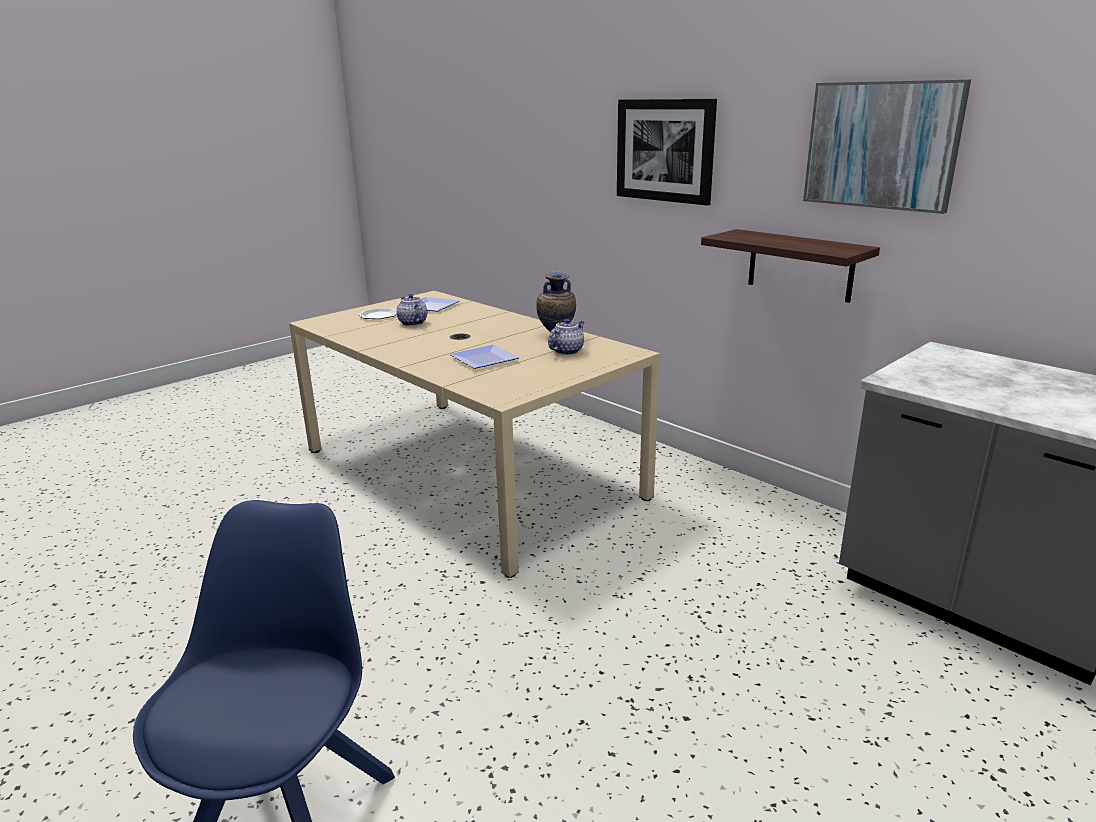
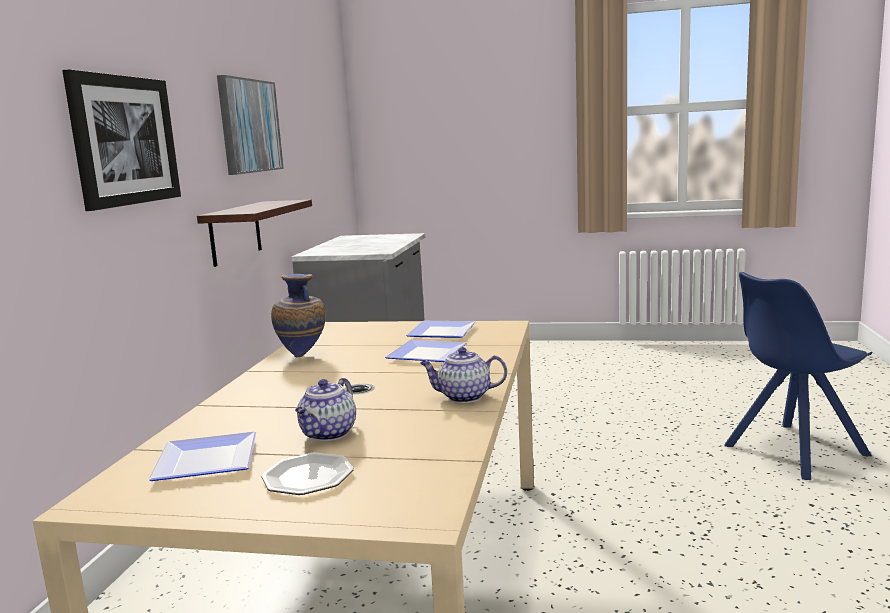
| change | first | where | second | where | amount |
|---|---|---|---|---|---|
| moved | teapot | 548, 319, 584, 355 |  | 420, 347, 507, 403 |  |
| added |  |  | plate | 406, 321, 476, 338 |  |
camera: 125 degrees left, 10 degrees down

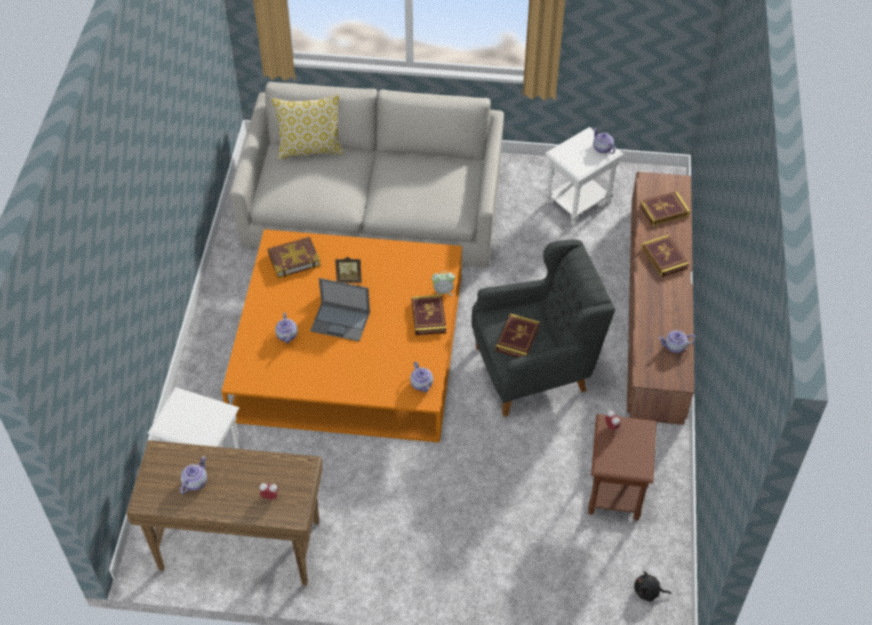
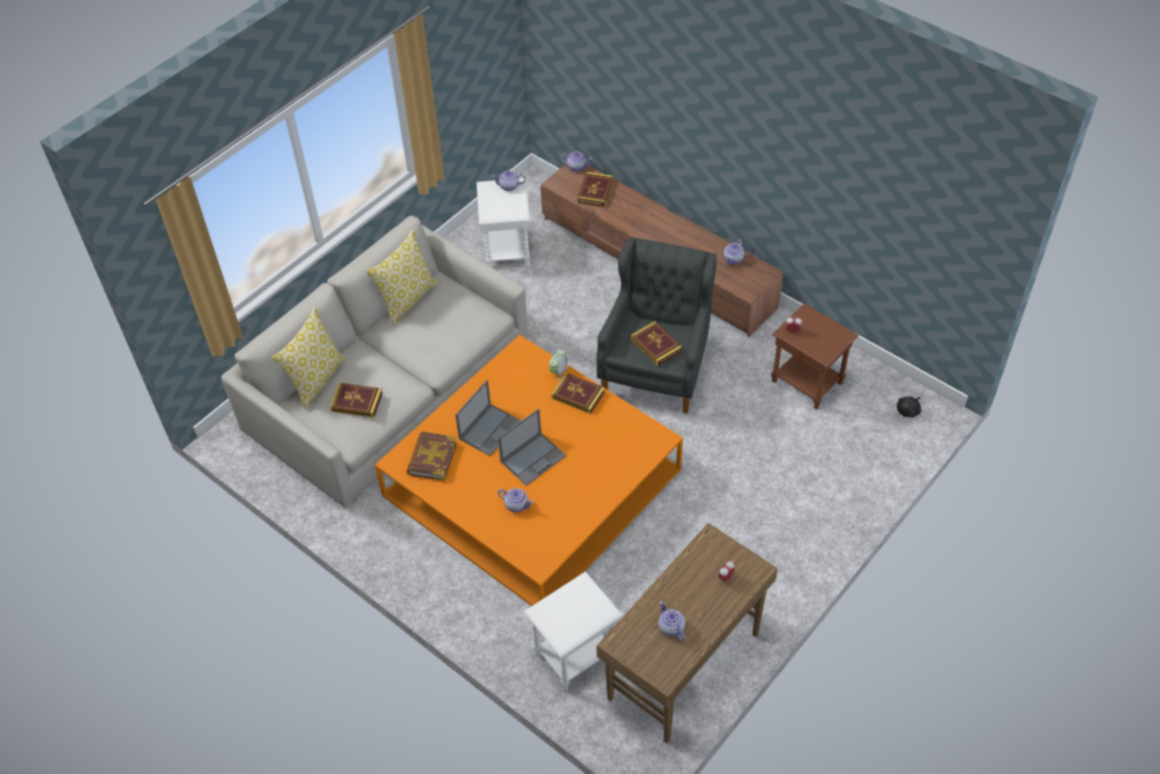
| change | first | where | second | where | amount |
|---|---|---|---|---|---|
| moved | volume | 641, 235, 689, 277 |  | 330, 383, 383, 418 |  |
| replaced | standing frame | 335, 257, 362, 283 | notebook computer | 455, 380, 521, 456 |  |
| moved | teapot | 410, 362, 433, 392 |  | 561, 152, 592, 172 |  |
| added |  |  | throw pillow | 366, 228, 438, 326 |  |
camera: 55 degrees left, 0 degrees up

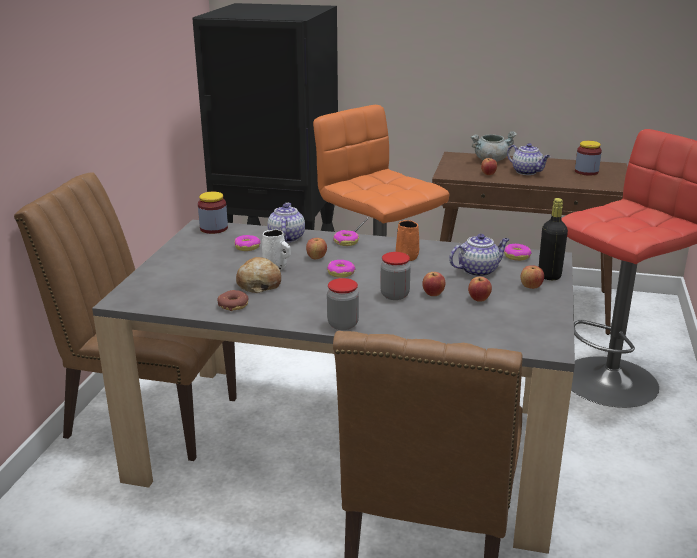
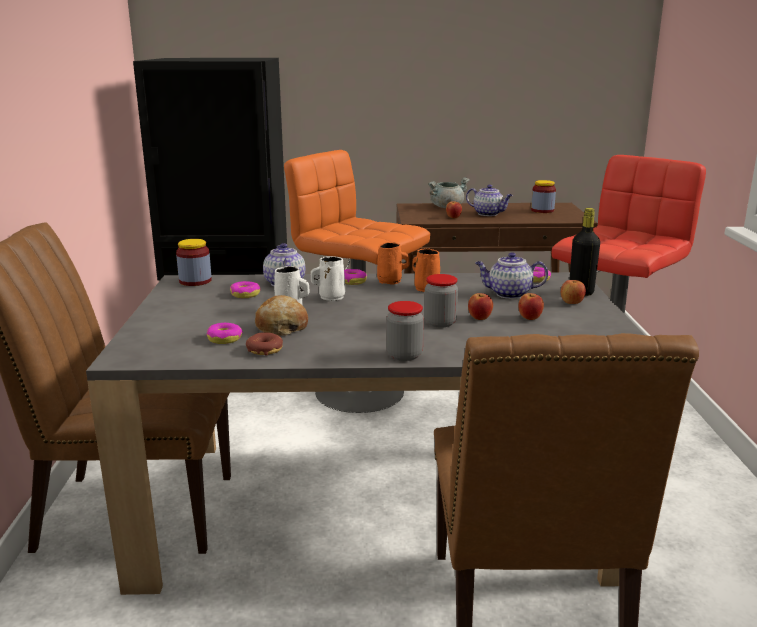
| change | first | where | second | where | amount |
|---|---|---|---|---|---|
| turned | teapot | 449, 234, 510, 277 |  | 475, 252, 548, 299 | 135 degrees counterclockwise |
| replaced | apple fruit | 306, 238, 327, 259 | white-coloured mug | 311, 256, 345, 301 |  |
| moved | ring doughnut | 327, 260, 356, 278 |  | 207, 323, 243, 344 |  |
| added |  |  | orange-coloured mug | 377, 242, 409, 284 |  |
camera: 15 degrees left, 5 degrees down

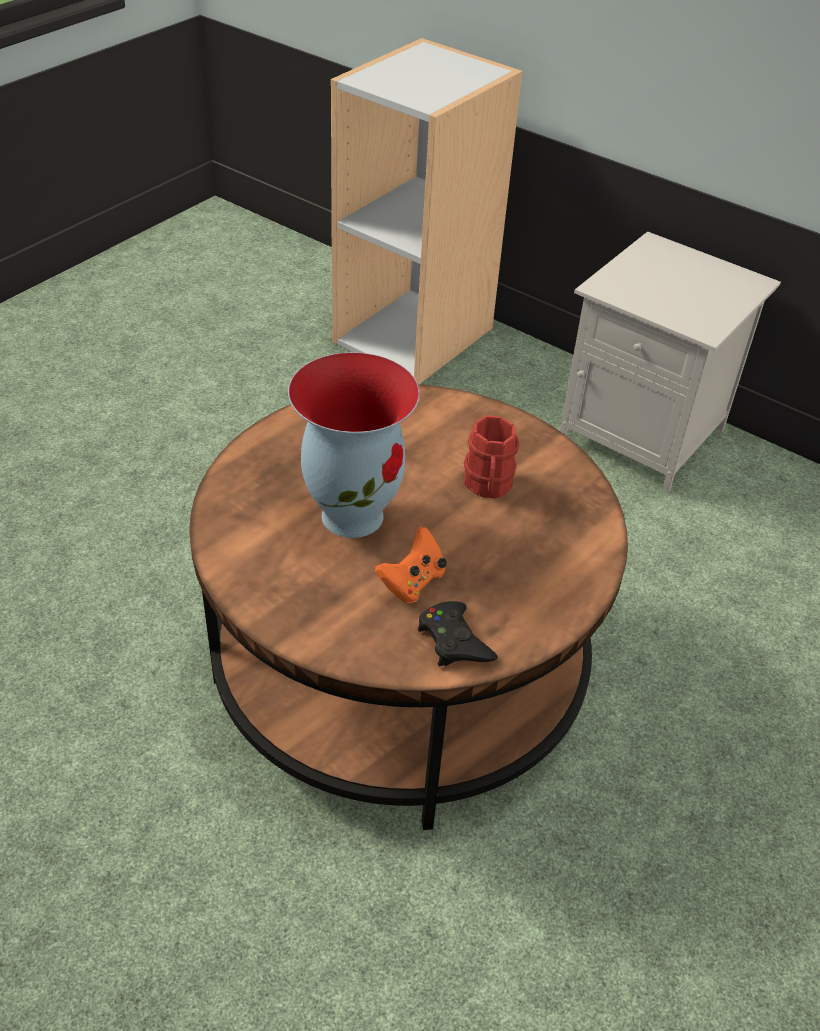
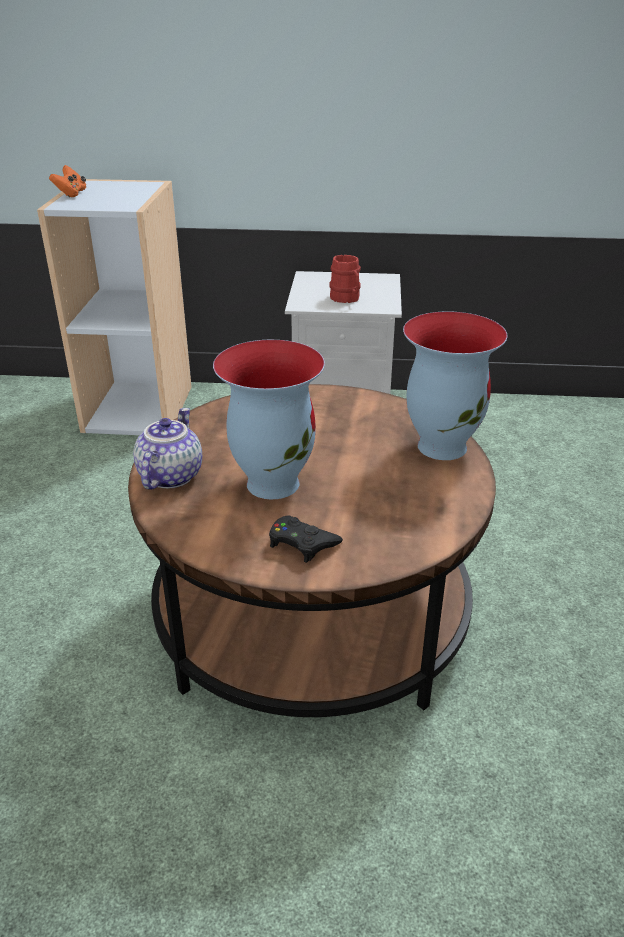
| change | first | where | second | where | amount |
|---|---|---|---|---|---|
| moved | red-coloured mug | 464, 415, 519, 499 |  | 329, 255, 361, 303 |  |
| moved | orange-coloured joypad | 375, 526, 447, 603 |  | 49, 165, 86, 197 |  |
| moved | black-coloured joypad | 418, 601, 498, 666 |  | 269, 515, 343, 563 |  |
| added |  |  | decorative vase | 403, 311, 508, 460 |  |
| added |  |  | teapot | 133, 408, 202, 490 |  |
camera: 30 degrees left, 10 degrees down

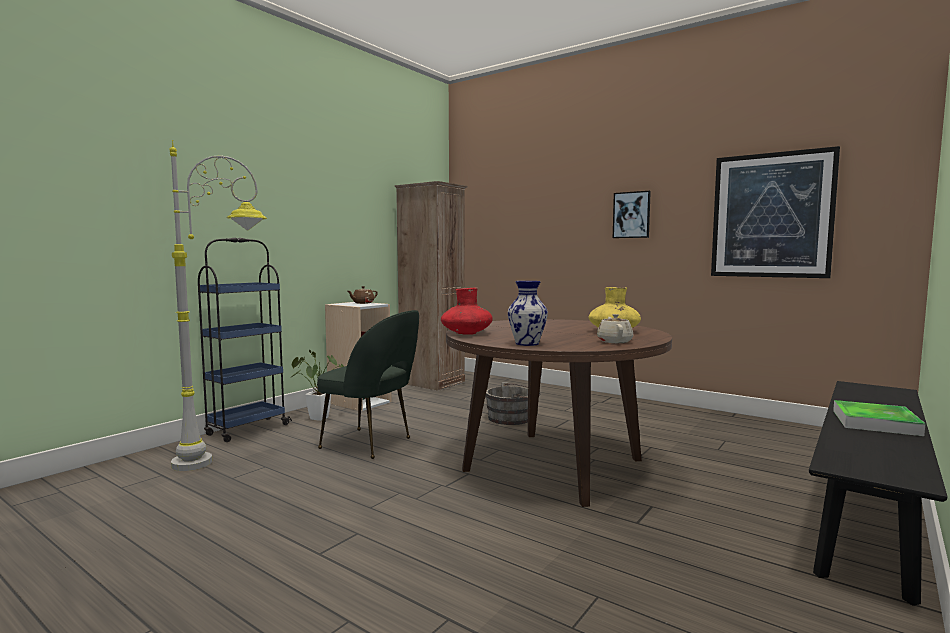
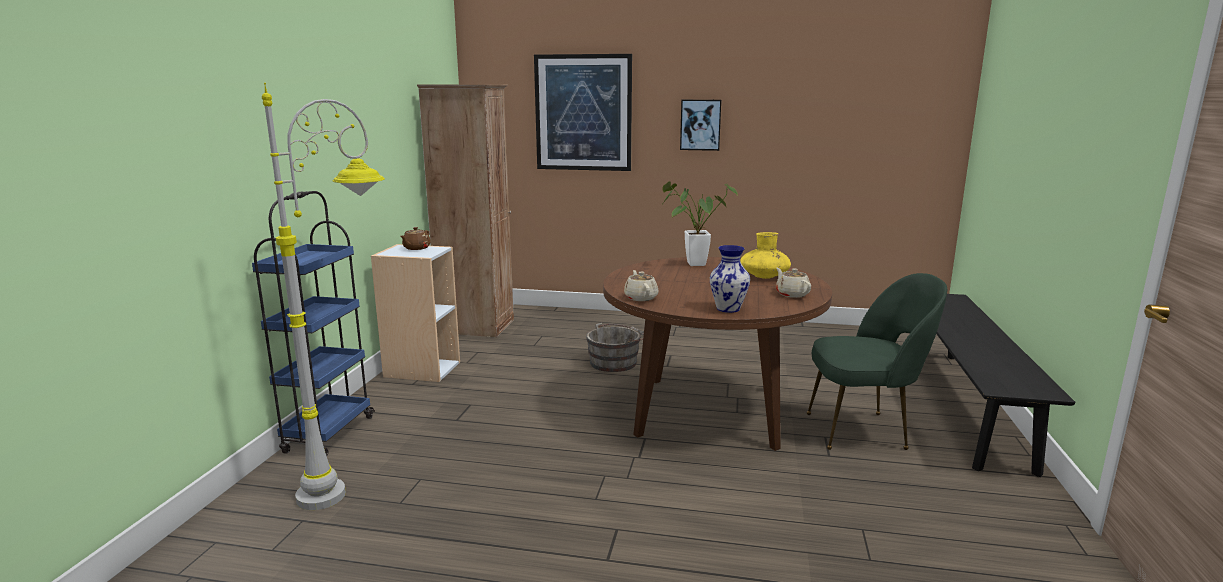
| change | first | where | second | where | amount |
|---|---|---|---|---|---|
| moved | wall picture | 711, 146, 840, 278 |  | 534, 54, 632, 171 |  |
| replaced | red-coloured decorative vase | 441, 287, 493, 335 | beige-coloured teapot | 624, 270, 659, 301 |  |
| moved | green-coloured plain chair | 317, 310, 419, 459 |  | 807, 273, 947, 450 |  |
| moved | plant in a pot | 289, 350, 344, 421 |  | 661, 181, 738, 266 |  |
| removed | serving tray | 833, 400, 926, 436 |  |  |  |
camera: 25 degrees left, 10 degrees up

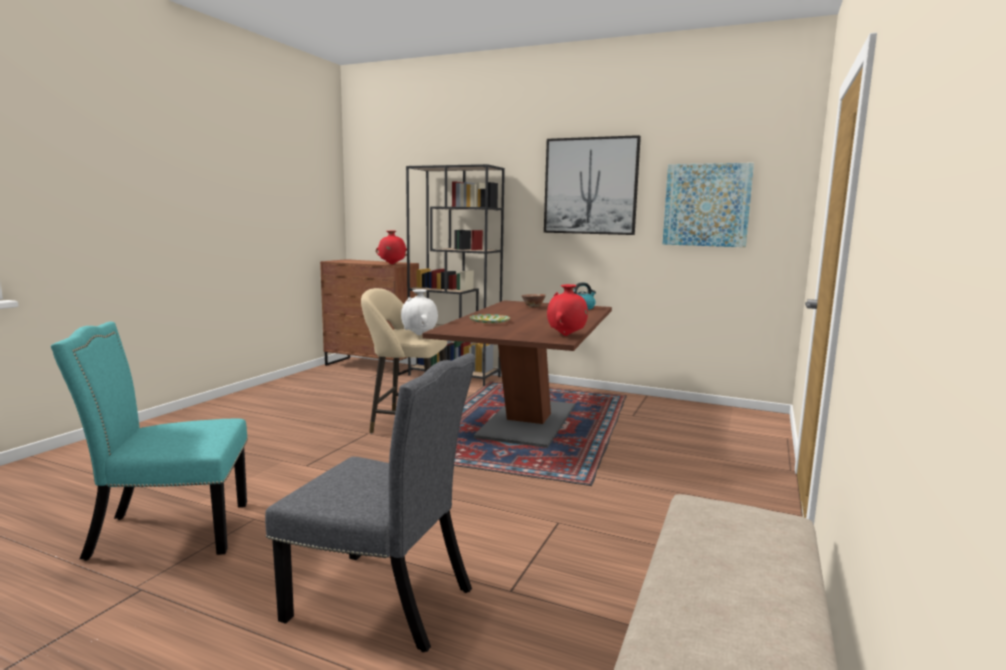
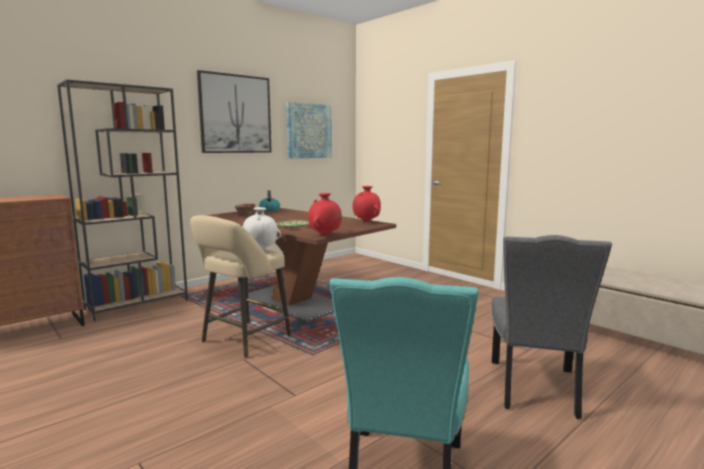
| change | first | where | second | where | amount |
|---|---|---|---|---|---|
| moved | red-coloured decorative vase | 376, 231, 407, 264 |  | 308, 193, 342, 235 |  |
| turned | greyish plain chair | 265, 353, 476, 652 |  | 491, 235, 612, 419 | 150 degrees clockwise |
camera: 65 degrees left, 0 degrees up

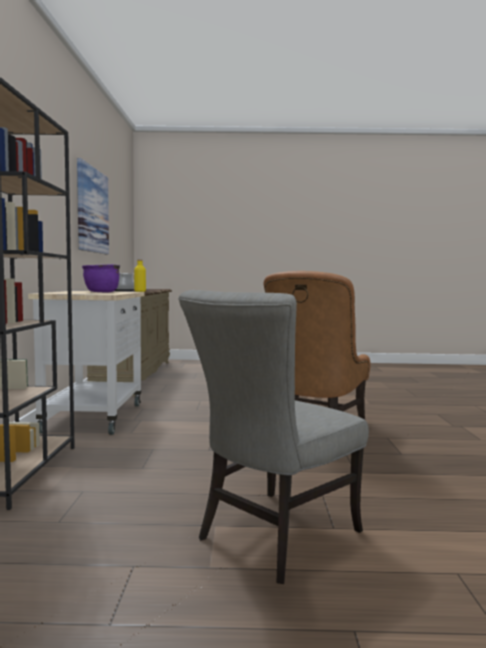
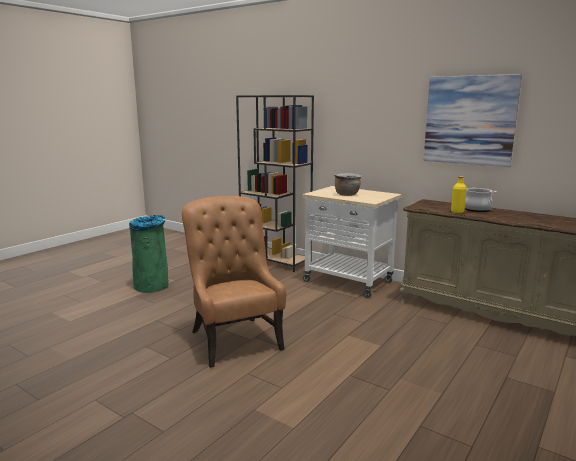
| change | first | where | second | where | amount |
|---|---|---|---|---|---|
| recoloured | purple-coloured stockpot | 82, 264, 120, 293 | brown stockpot | 334, 173, 362, 196 |  |
| replaced | greyish plain chair | 178, 290, 369, 584 | green-coloured trash can | 129, 215, 169, 293 |  |
camera: 125 degrees right, 10 degrees up

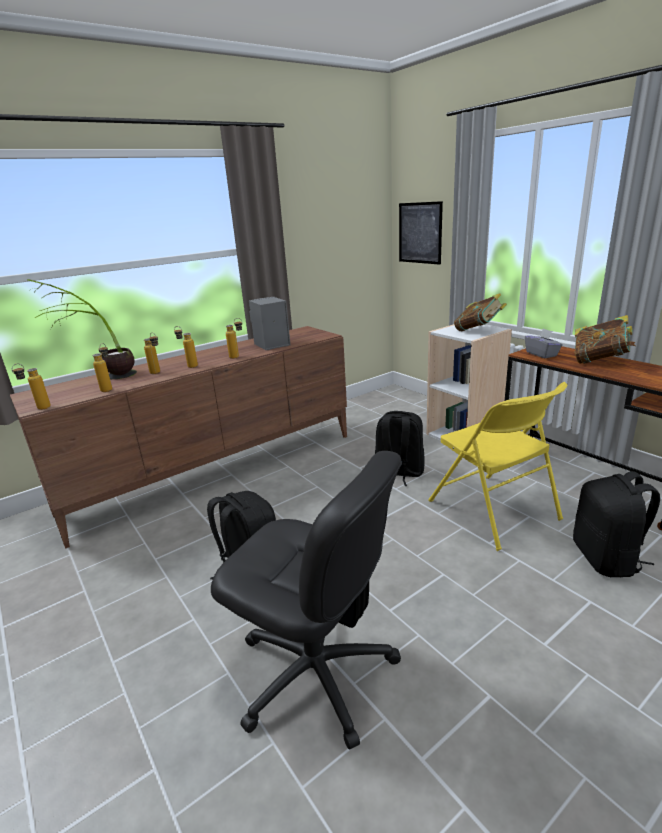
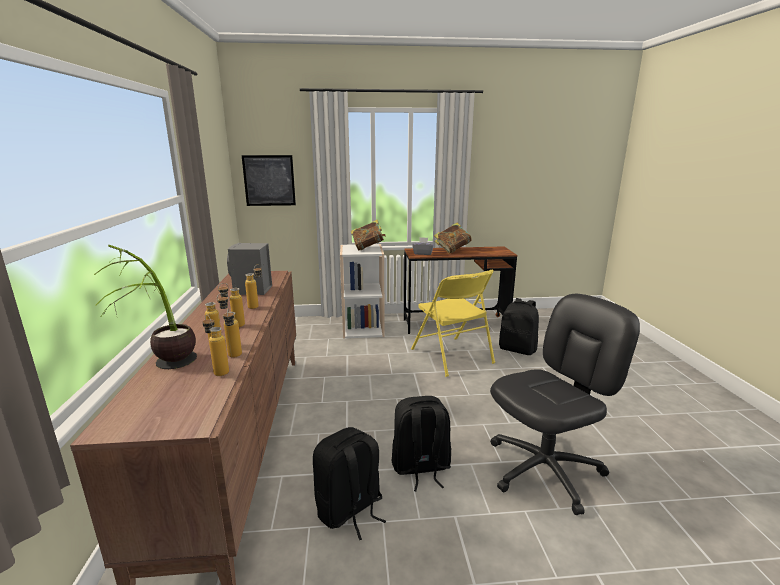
| change | first | where | second | where | amount |
|---|---|---|---|---|---|
| moved | bottle | 12, 364, 51, 410 |  | 223, 308, 242, 357 |  |
| turned | yellow plain chair | 428, 382, 567, 551 |  | 411, 270, 495, 377 | 60 degrees clockwise |
| moved | black-coloured knapsack | 375, 411, 425, 486 |  | 313, 427, 386, 540 |  |
camera: 60 degrees left, 5 degrees down

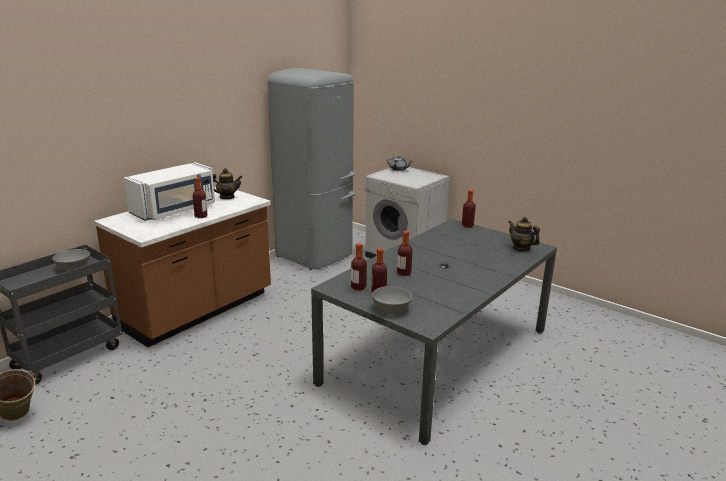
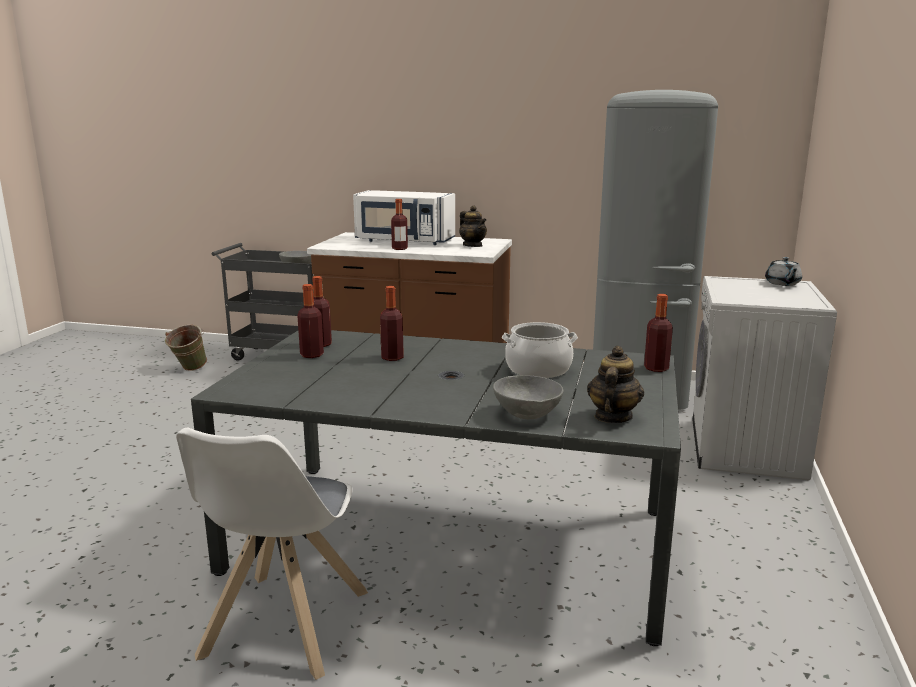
| change | first | where | second | where | amount |
|---|---|---|---|---|---|
| moved | greyish serving bowl | 372, 286, 412, 313 |  | 493, 375, 563, 419 |  |
| added |  |  | stockpot | 502, 322, 578, 378 |  |
| added |  |  | plain chair | 176, 428, 368, 680 |  |
camera: 65 degrees right, 5 degrees down

